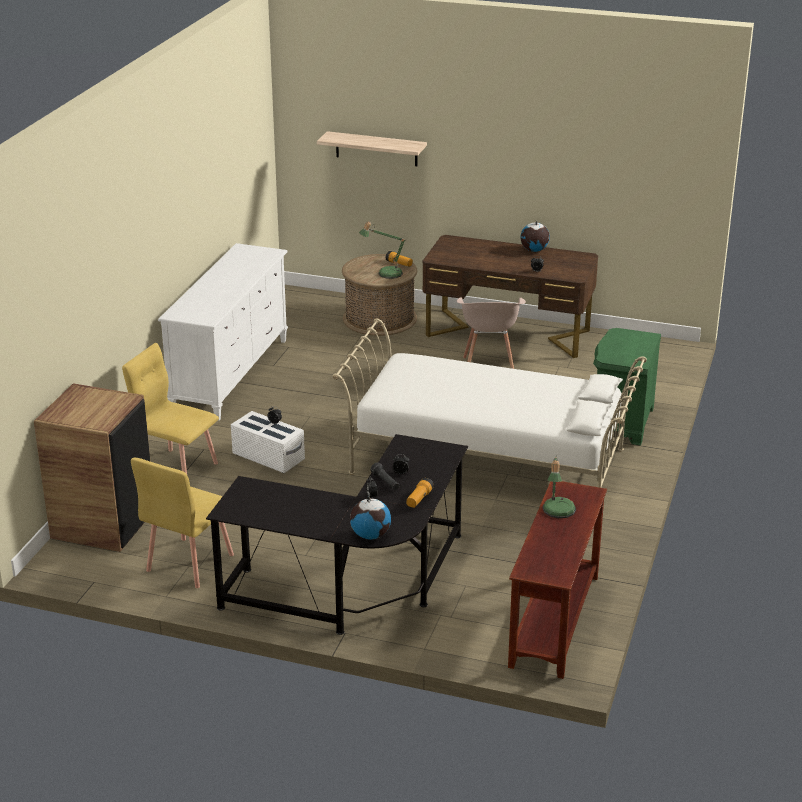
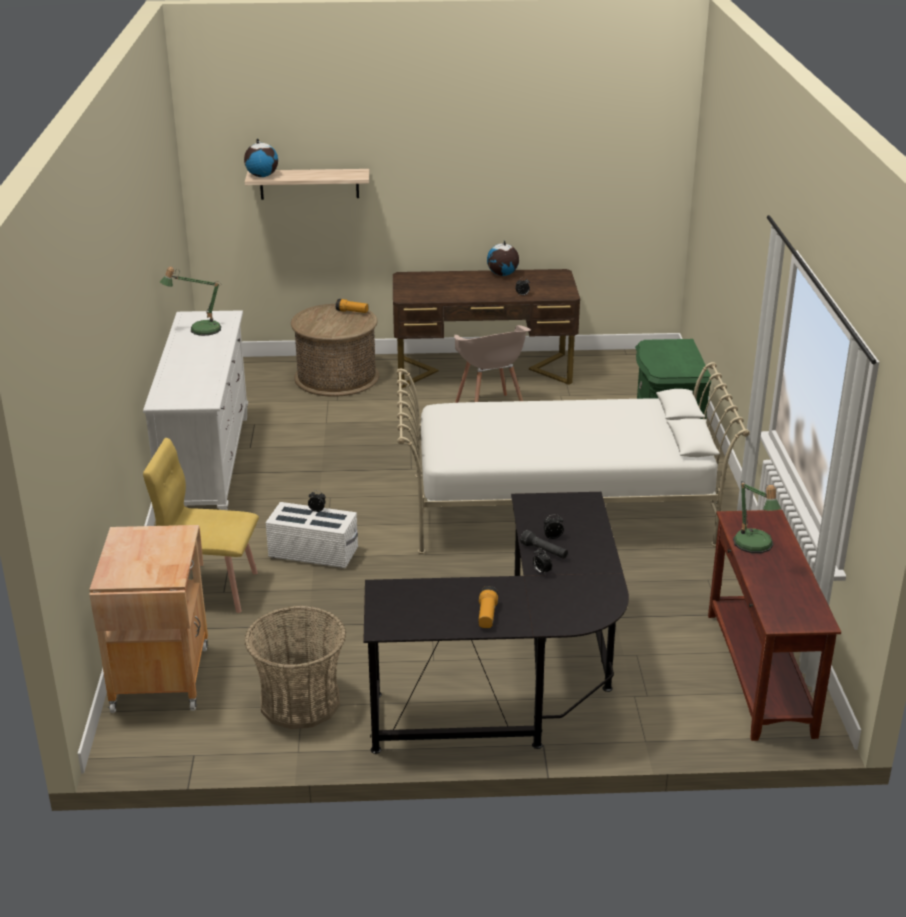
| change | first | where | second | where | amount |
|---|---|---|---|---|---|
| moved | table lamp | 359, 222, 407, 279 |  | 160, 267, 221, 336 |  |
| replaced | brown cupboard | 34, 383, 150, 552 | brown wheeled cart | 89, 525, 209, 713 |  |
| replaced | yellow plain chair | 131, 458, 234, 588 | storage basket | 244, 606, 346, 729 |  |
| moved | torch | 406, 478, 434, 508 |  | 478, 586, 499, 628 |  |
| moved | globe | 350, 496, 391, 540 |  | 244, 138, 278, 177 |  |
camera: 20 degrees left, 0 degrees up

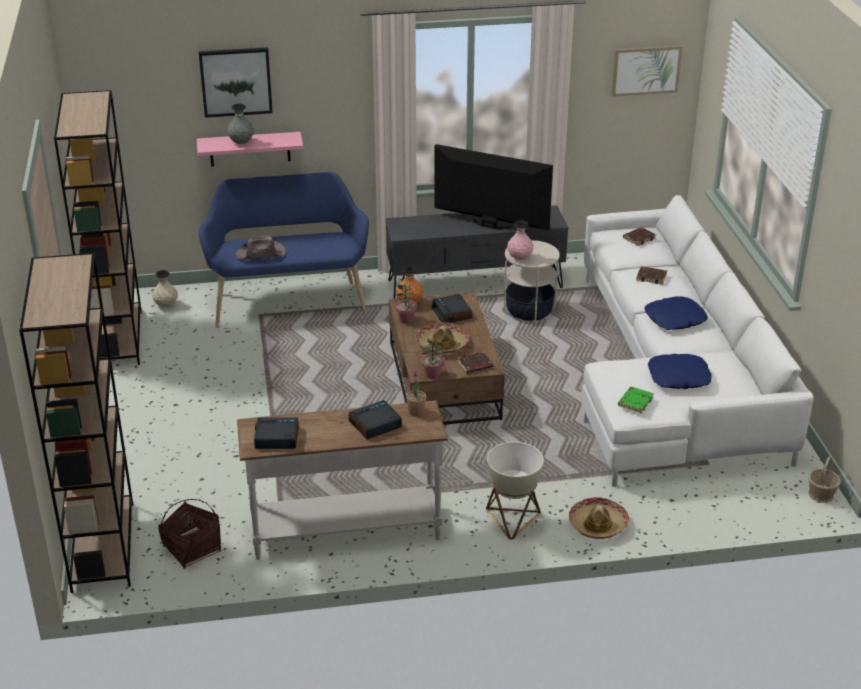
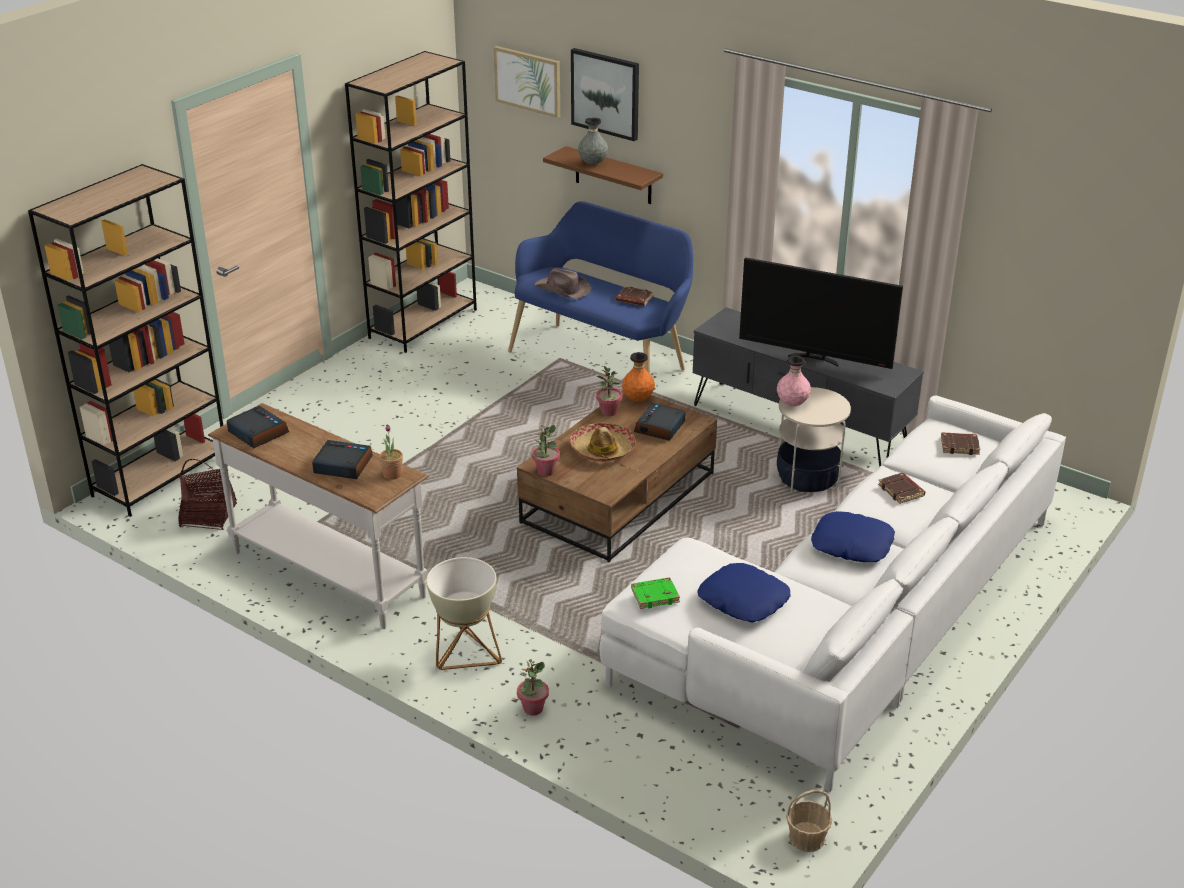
| change | first | where | second | where | amount |
|---|---|---|---|---|---|
| moved | wall picture | 611, 45, 682, 97 |  | 494, 46, 560, 118 |  |
| recoloured | pink bracket shelf | 197, 132, 303, 167 | brown bracket shelf | 543, 146, 663, 204 |  |
| turned | TV | 435, 144, 553, 230 |  | 739, 257, 903, 369 | 135 degrees clockwise |
| removed | beige-coloured decorative vase | 152, 270, 178, 308 |  |  |  |
| moved | brown volume | 457, 352, 493, 373 |  | 616, 286, 653, 306 |  |
| replaced | wearable hat | 569, 497, 629, 539 | plant in a pot | 517, 659, 549, 716 |  |
camera: 45 degrees right, 0 degrees up

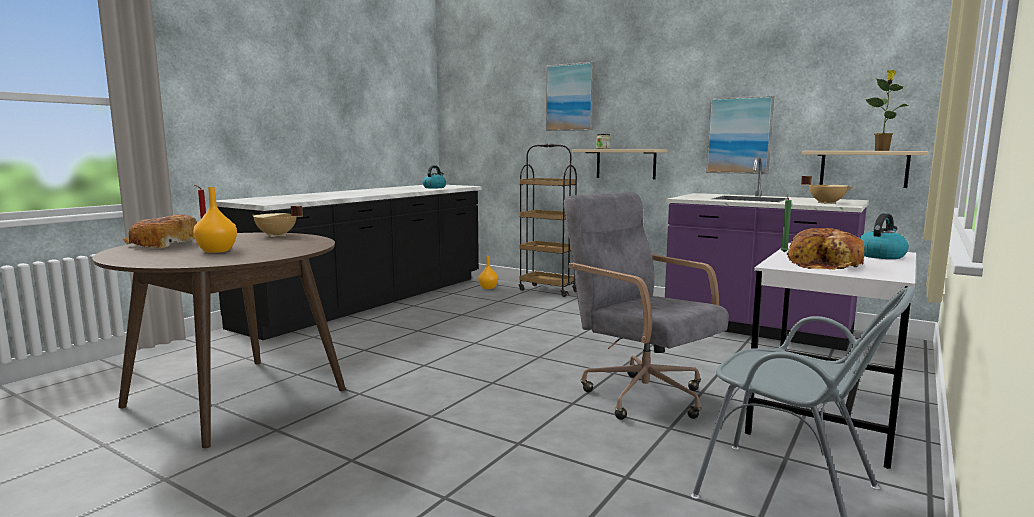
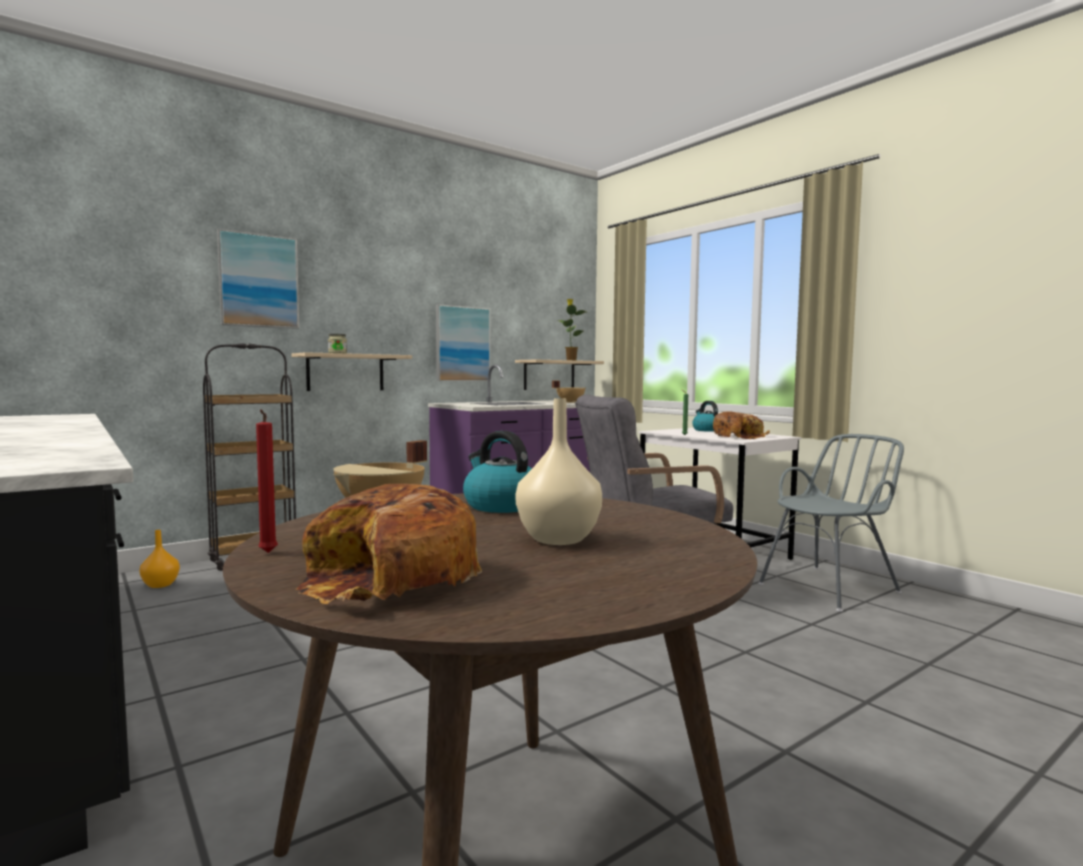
| change | first | where | second | where | amount |
|---|---|---|---|---|---|
| moved | water kettle | 423, 165, 446, 188 |  | 463, 431, 532, 513 |  |
| recoloured | orange-coloured decorative vase | 193, 187, 237, 253 | beige-coloured decorative vase | 516, 398, 602, 545 |  |
camera: 70 degrees left, 5 degrees down

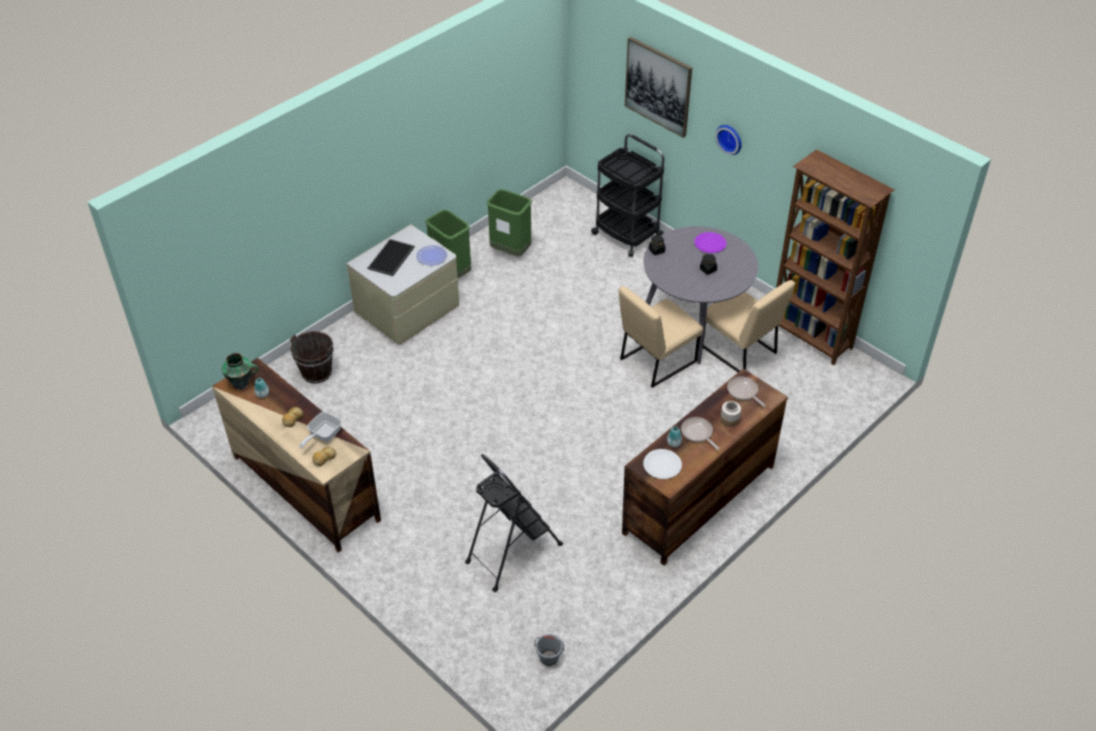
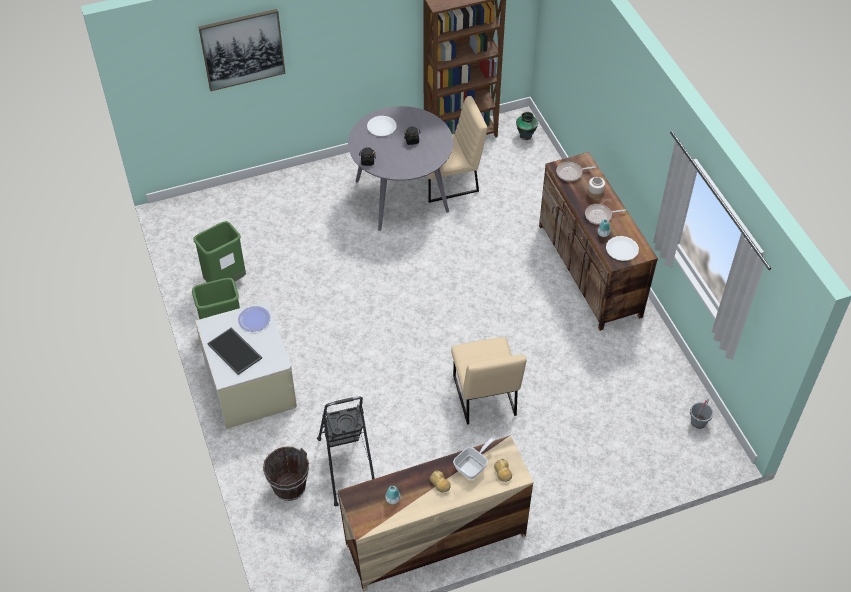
| change | first | where | second | where | amount |
|---|---|---|---|---|---|
| removed | clock on the wall | 715, 125, 742, 155 |  |  |  |
| removed | black-coloured wheeled cart | 591, 134, 664, 257 |  |  |  |
| recoloured | purple-coloured plate | 694, 232, 726, 253 | white-coloured plate | 367, 116, 397, 136 |  |
| moved | beige-coloured plain chair | 619, 286, 703, 388 |  | 451, 337, 527, 425 |  |
| moved | decorative vase | 222, 353, 258, 390 |  | 516, 112, 538, 140 |  |
| turned | skillet | 299, 412, 342, 448 |  | 453, 437, 495, 479 | 105 degrees counterclockwise |
| moved | stepladder | 465, 454, 563, 592 |  | 317, 397, 375, 506 |  |
camera: 65 degrees left, 5 degrees up

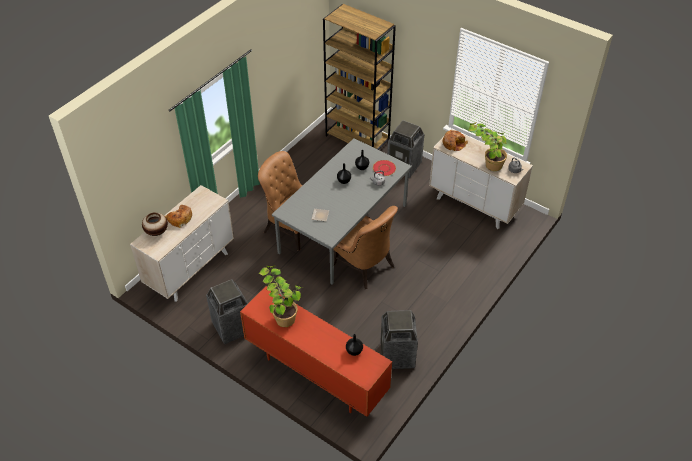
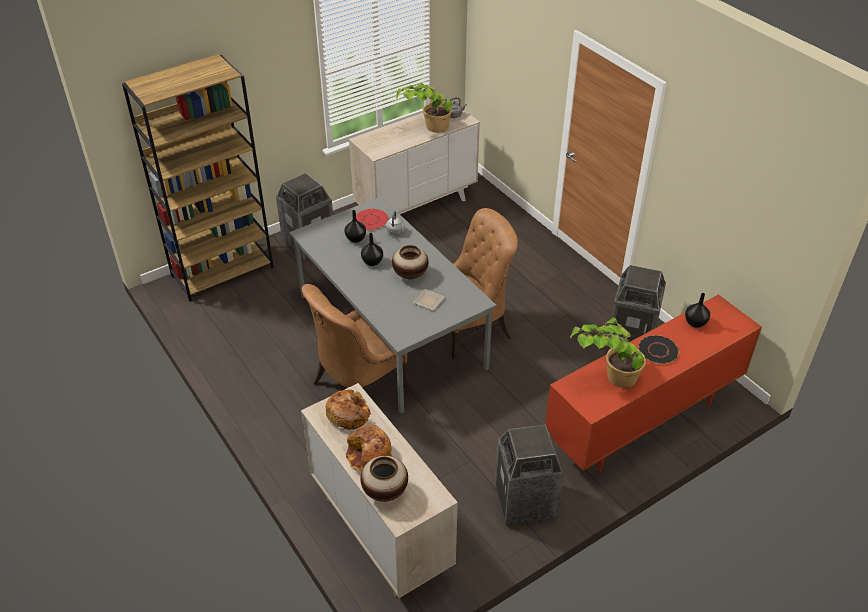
| change | first | where | second | where | amount |
|---|---|---|---|---|---|
| moved | bread | 443, 130, 468, 151 |  | 325, 390, 371, 430 |  |
| added |  |  | decorative vase | 392, 245, 429, 280 |  |
| added |  |  | black-coloured plate | 638, 335, 679, 364 |  |
camera: 70 degrees left, 5 degrees down

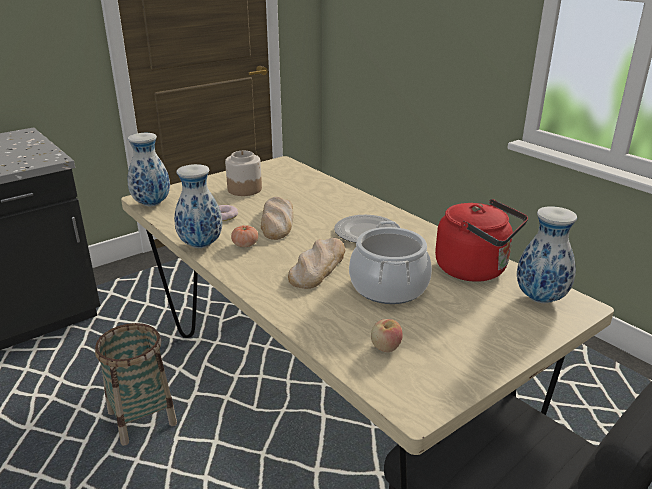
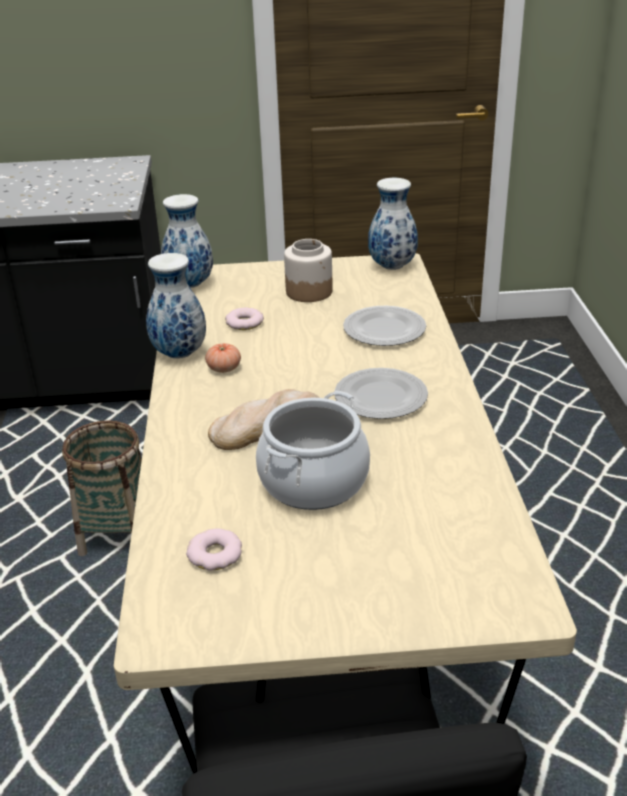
| change | first | where | second | where | amount |
|---|---|---|---|---|---|
| removed | bread | 261, 197, 293, 240 |  |  |  |
| removed | red-coloured water kettle | 435, 199, 528, 282 |  |  |  |
| moved | decorative vase | 517, 206, 577, 303 |  | 368, 178, 418, 270 |  |
| replaced | apple fruit | 371, 319, 403, 352 | ring doughnut | 186, 529, 242, 571 |  |
| added |  |  | plate | 343, 306, 426, 346 |  |
camera: 35 degrees right, 5 degrees up

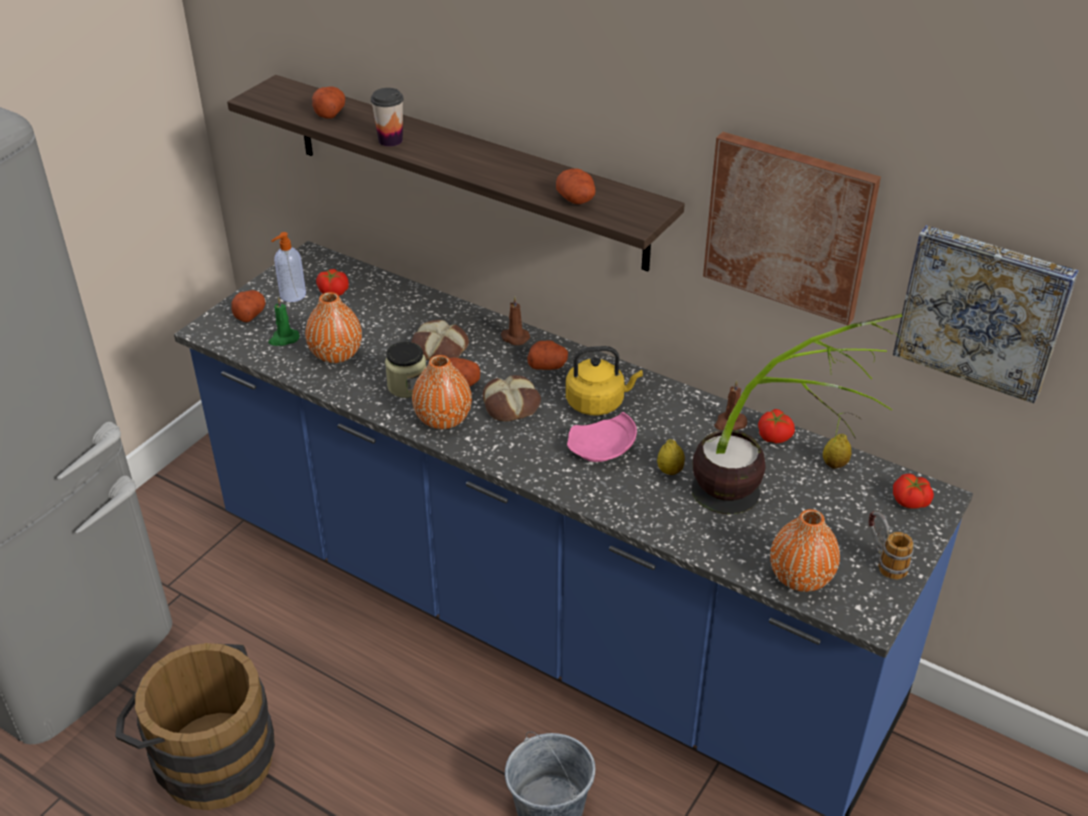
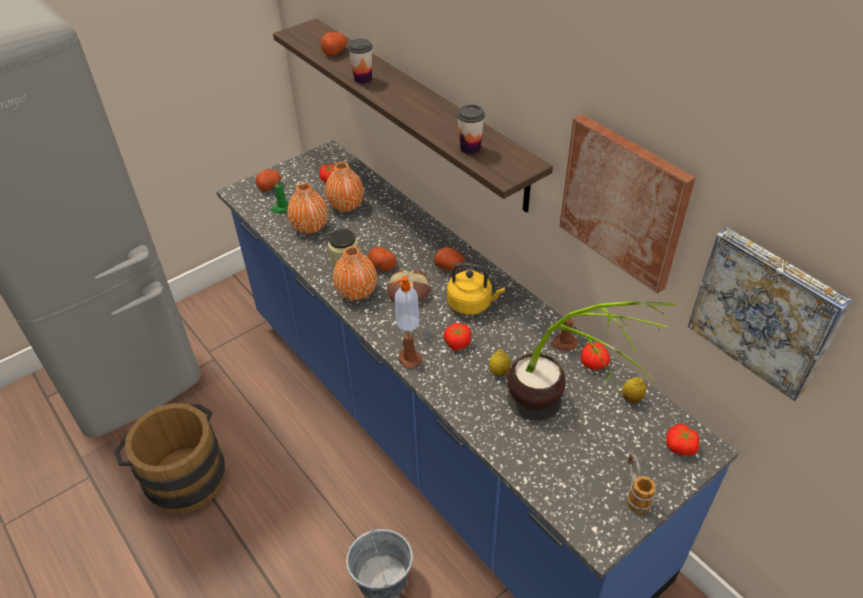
| change | first | where | second | where | amount |
|---|---|---|---|---|---|
| replaced | whole potato | 556, 168, 595, 204 | small cup | 457, 104, 485, 154 |  |
| moved | liquid soap bottle | 271, 232, 306, 302 |  | 393, 276, 419, 331 |  |
| moved | brown candle | 501, 296, 530, 345 |  | 398, 330, 422, 369 |  |
| removed | bread | 412, 320, 469, 360 |  |  |  |
| replaced | pink plate | 567, 412, 637, 462 | tomato | 444, 323, 471, 350 |  |
| moved | orange-coloured decorative vase | 770, 509, 840, 592 |  | 325, 162, 364, 212 |  |
camera: 20 degrees right, 5 degrees up

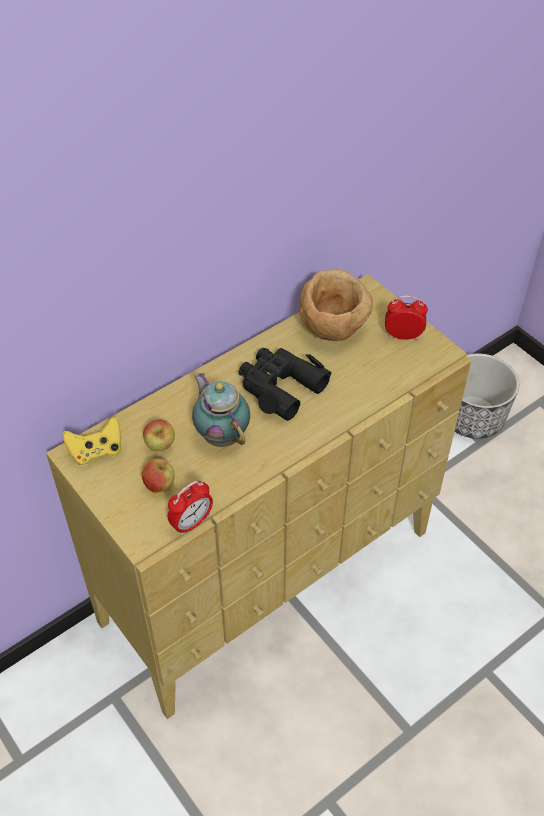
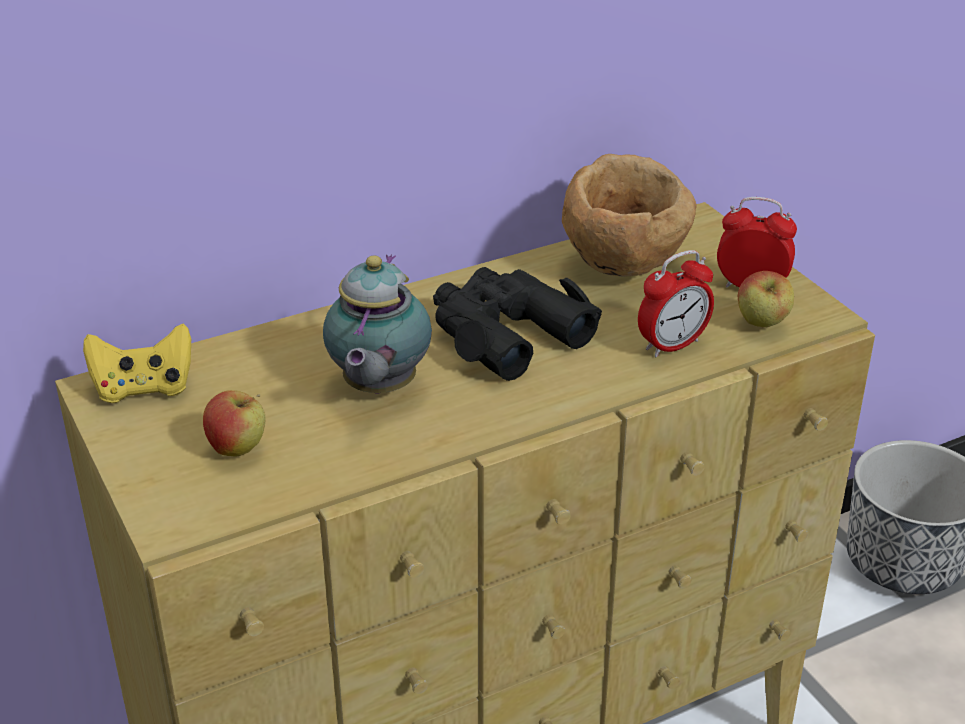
| change | first | where | second | where | amount |
|---|---|---|---|---|---|
| turned | teapot | 192, 373, 250, 447 |  | 323, 255, 432, 394 | 150 degrees counterclockwise |
| moved | apple fruit | 143, 419, 175, 451 |  | 738, 271, 794, 327 |  |
| moved | bedside clock | 168, 481, 213, 535 |  | 638, 250, 714, 357 |  |
camera: 10 degrees right, 15 degrees down

